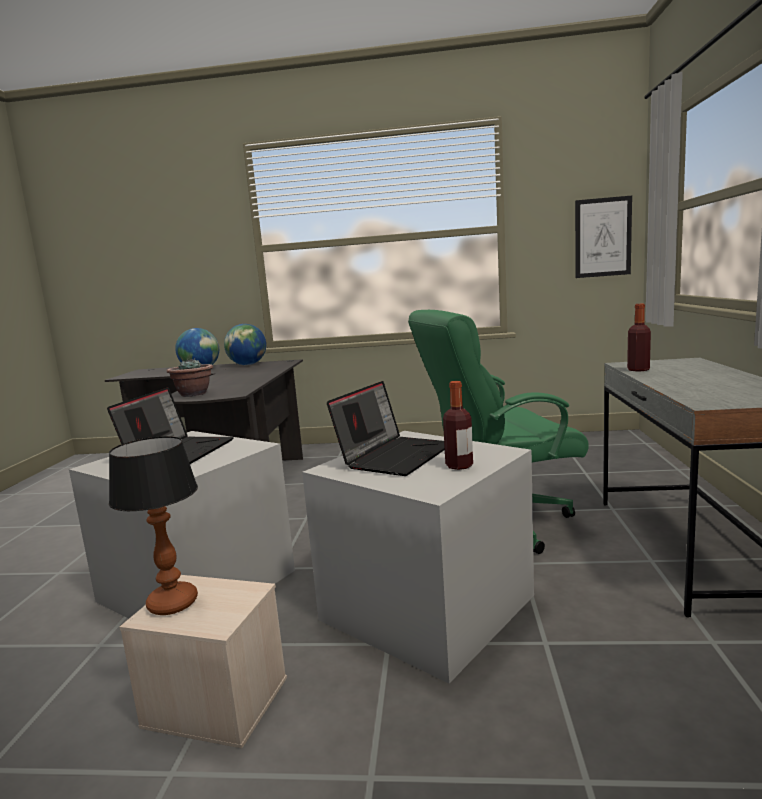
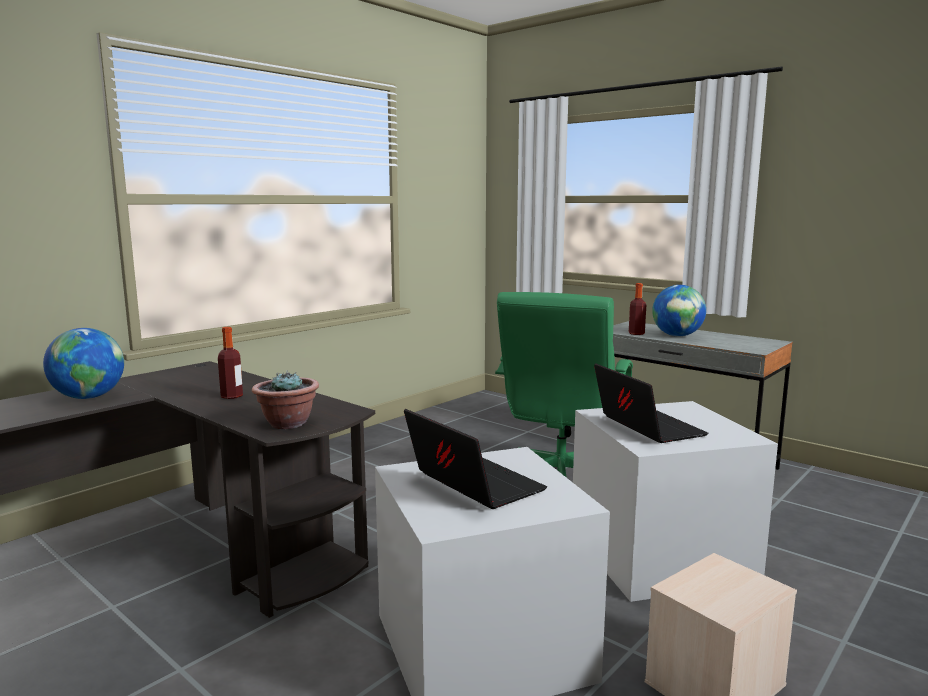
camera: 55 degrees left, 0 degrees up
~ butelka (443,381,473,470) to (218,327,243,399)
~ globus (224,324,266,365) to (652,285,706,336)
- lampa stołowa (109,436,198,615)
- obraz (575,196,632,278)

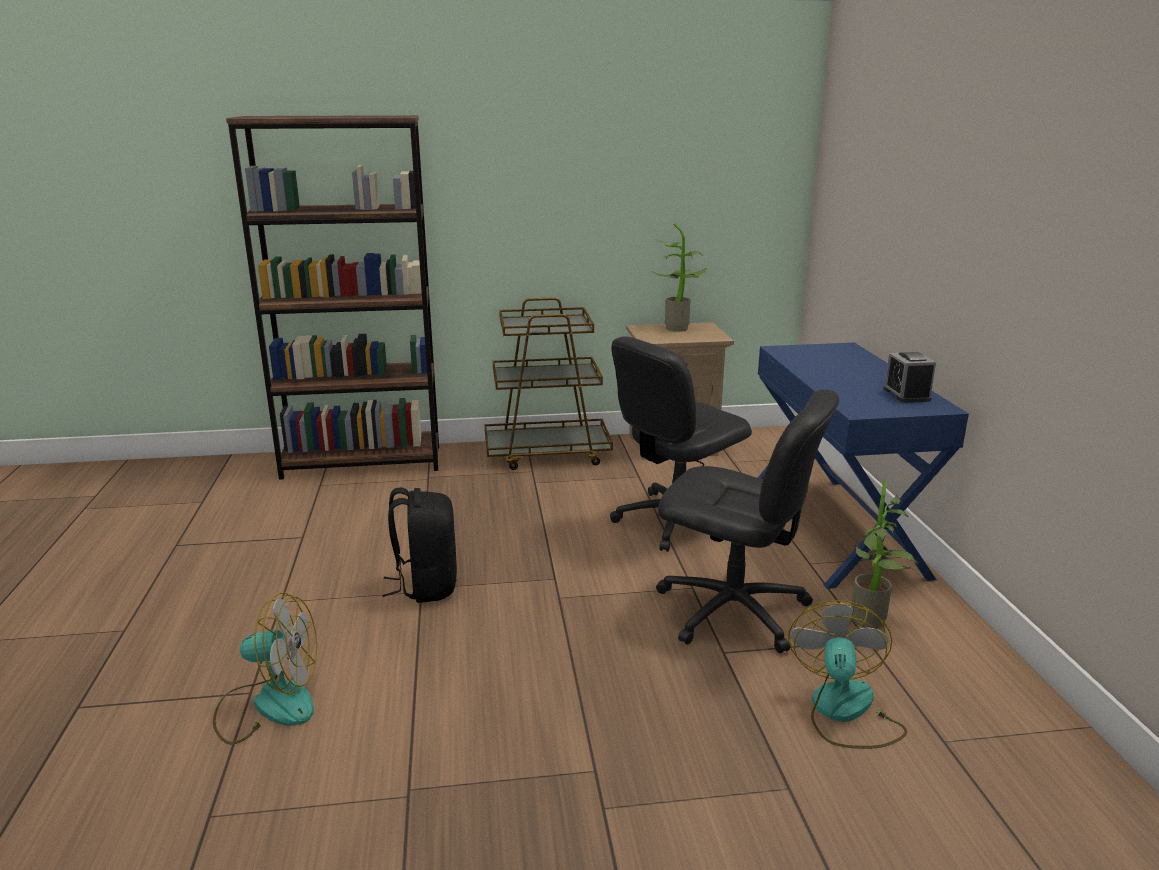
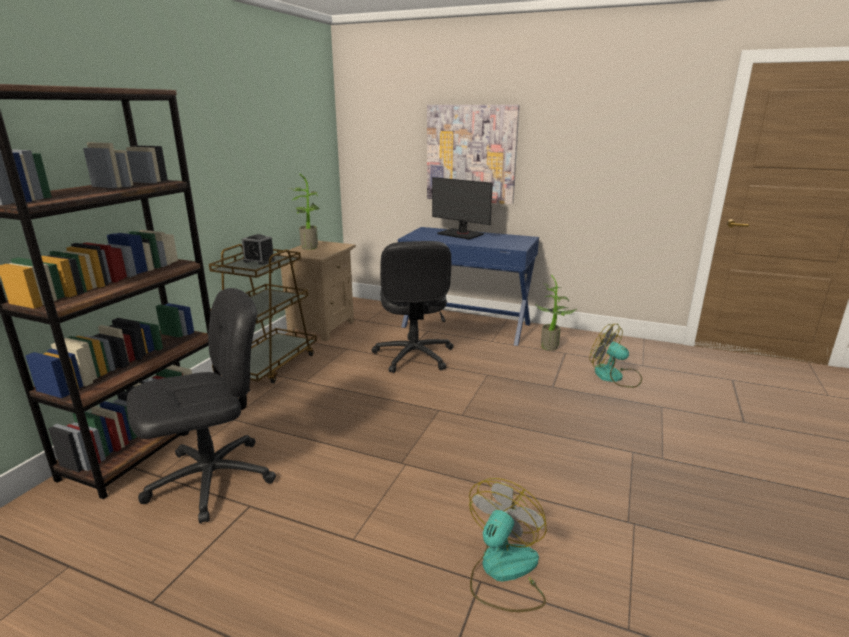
camera: 60 degrees left, 0 degrees up
~ krzesło biurowe (czarny) (656,389,839,653) to (127,288,276,523)
~ budzik (883,352,936,403) to (242,234,275,265)
+ obraz (427,105,520,204)
+ monitor (432,177,493,240)
- plecak (czarny) (382,487,457,603)

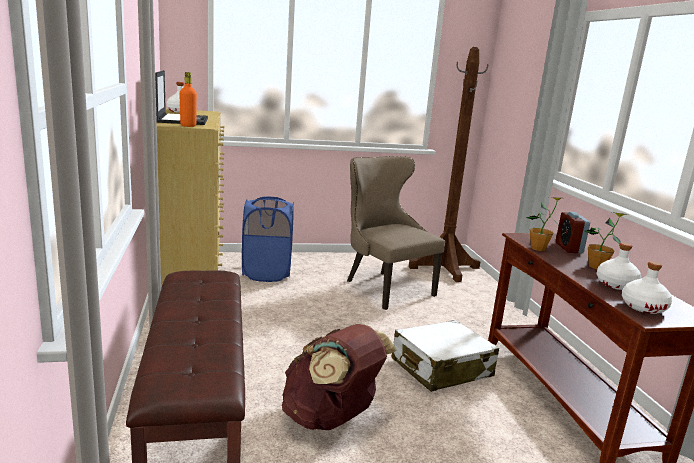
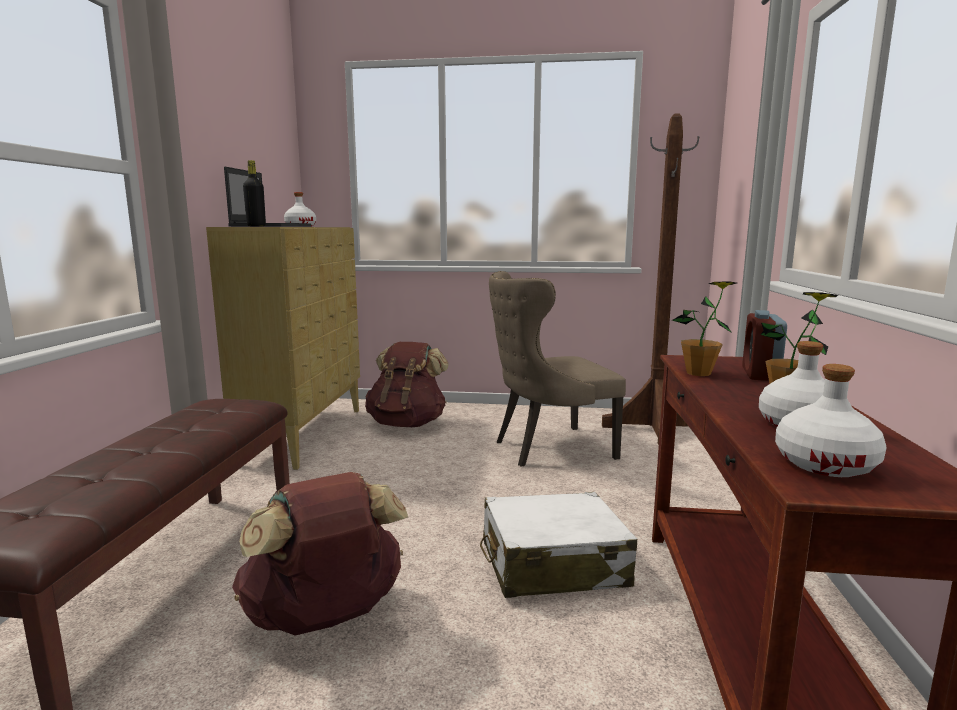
camera: 20 degrees right, 5 degrees down
~ butelka (pomarańczowy) (179,72,197,127) to butelka (czarny) (243,160,266,227)
~ kosz na pranie (niebieski) (242,197,294,282) to plecak (brązowy) (365,342,449,427)
~ krzesło (beżowy) (347,156,445,310) = (489,271,626,467) 90 degrees counterclockwise

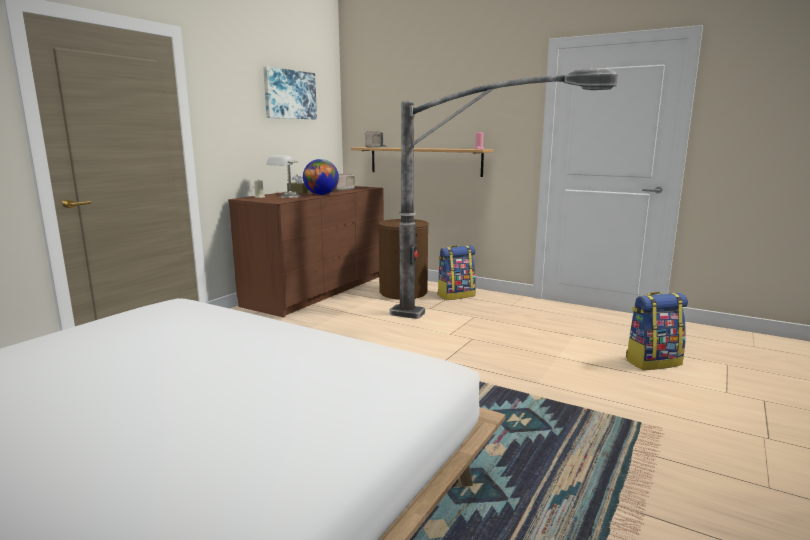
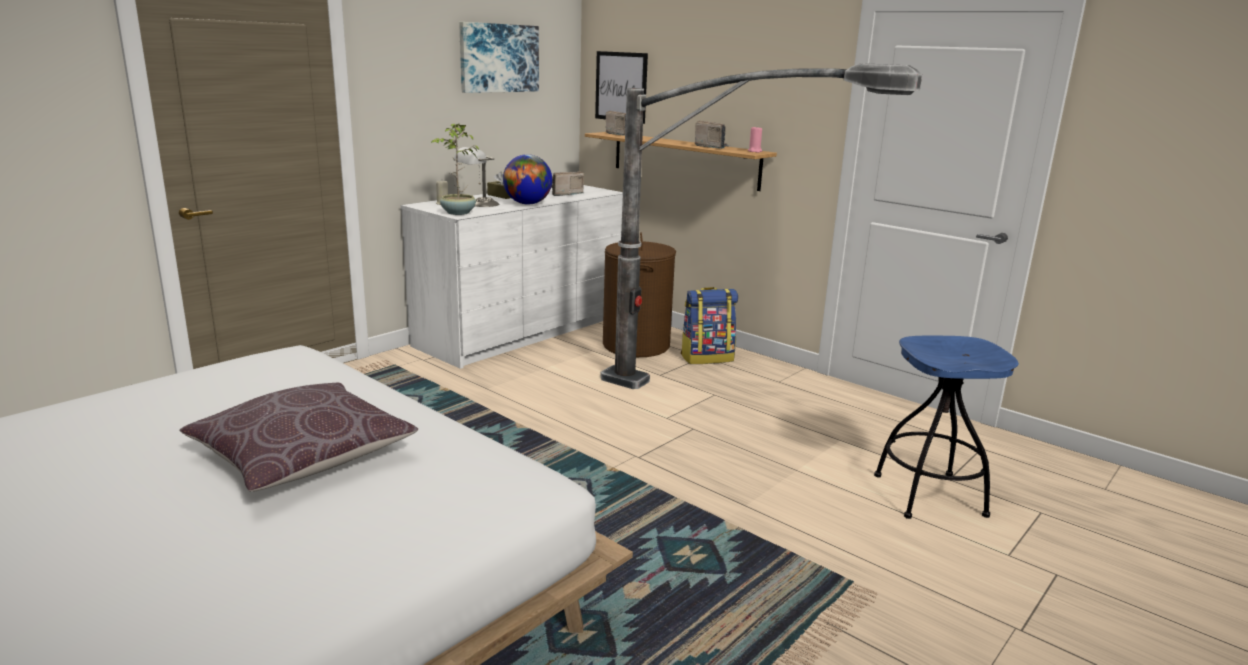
camera: 10 degrees right, 5 degrees up
+ poduszka (brązowy) (179,383,418,492)
~ komoda (brązowy) (228,186,384,318) to komoda (biały) (401,185,623,369)
+ roślina doniczkowa (431,124,479,215)
+ obraz (595,51,648,124)
+ radio (695,121,730,149)
~ plecak (626,292,688,370) to stołek (niebieski) (874,336,1019,519)

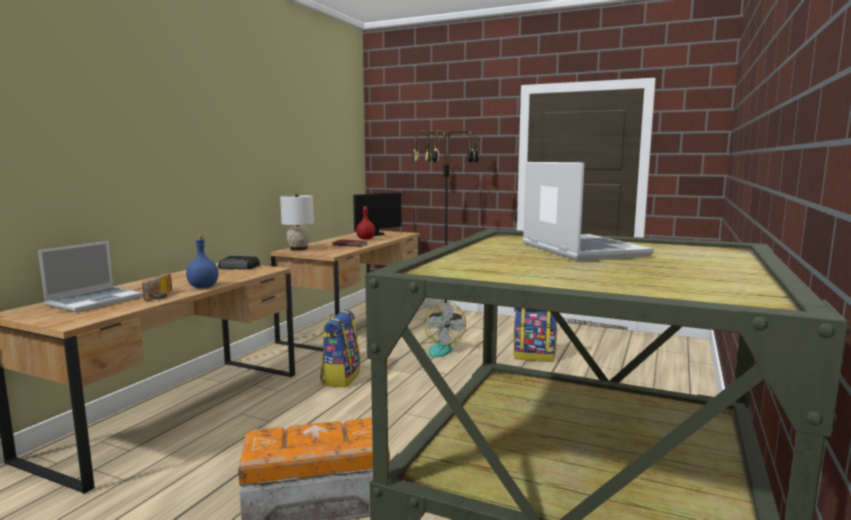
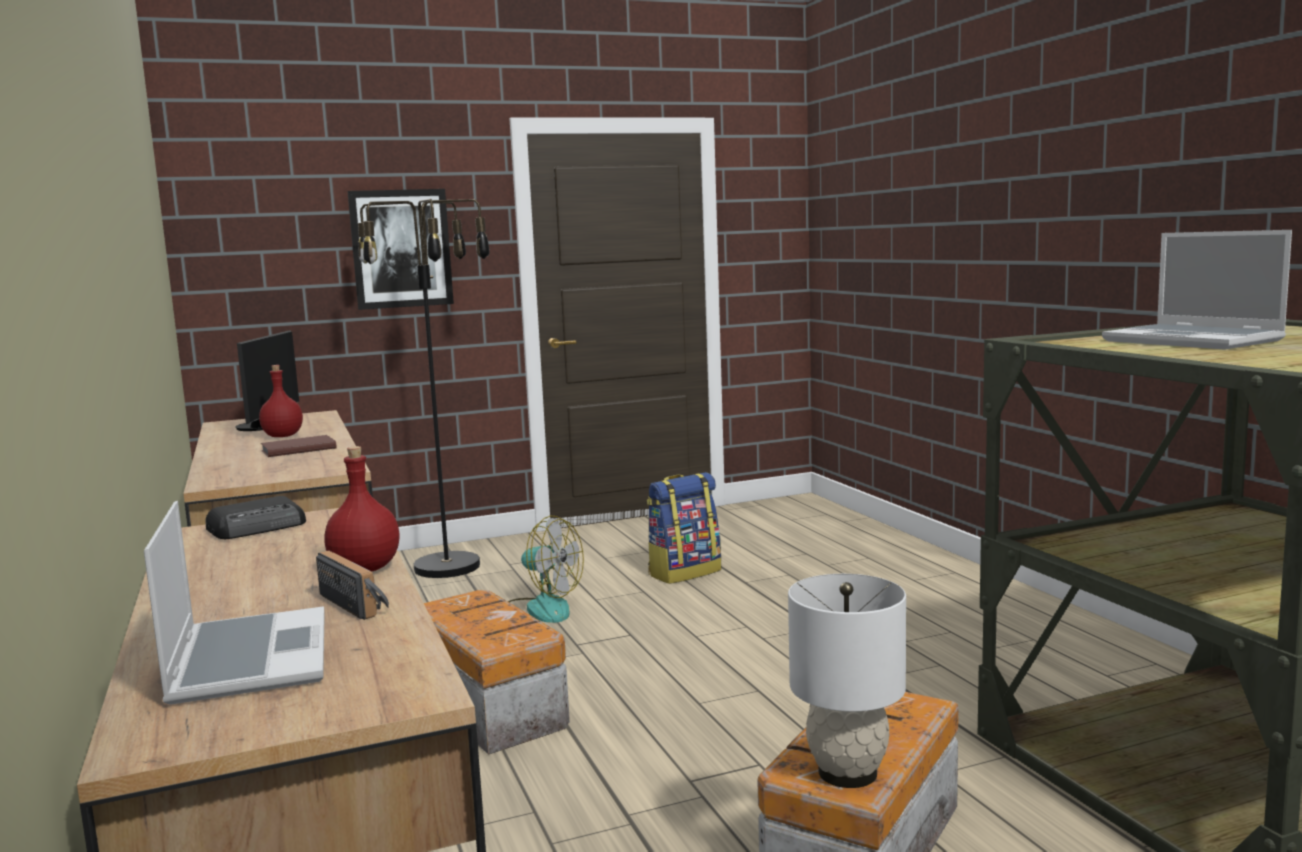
camera: 45 degrees left, 0 degrees up
~ butelka (niebieski) (186,235,219,288) to butelka (czerwony) (324,446,399,572)
+ obraz (347,189,454,310)
~ plecak (320,310,361,387) to pojemnik do przechowywania (424,590,570,754)
~ lampa stołowa (biały) (280,193,314,251) to (788,574,906,788)
~ laptop (522,162,654,261) = (1102,230,1292,350) 150 degrees counterclockwise

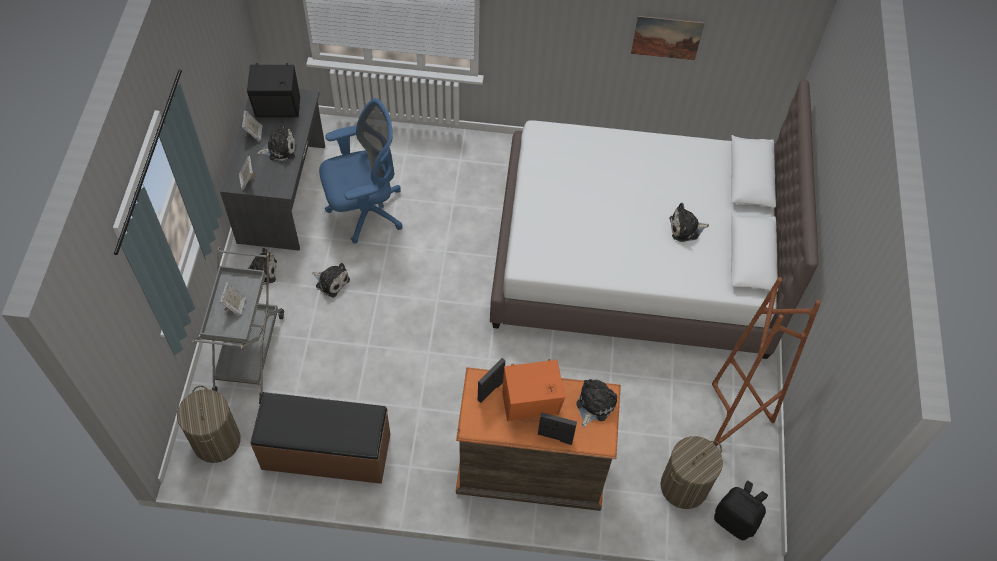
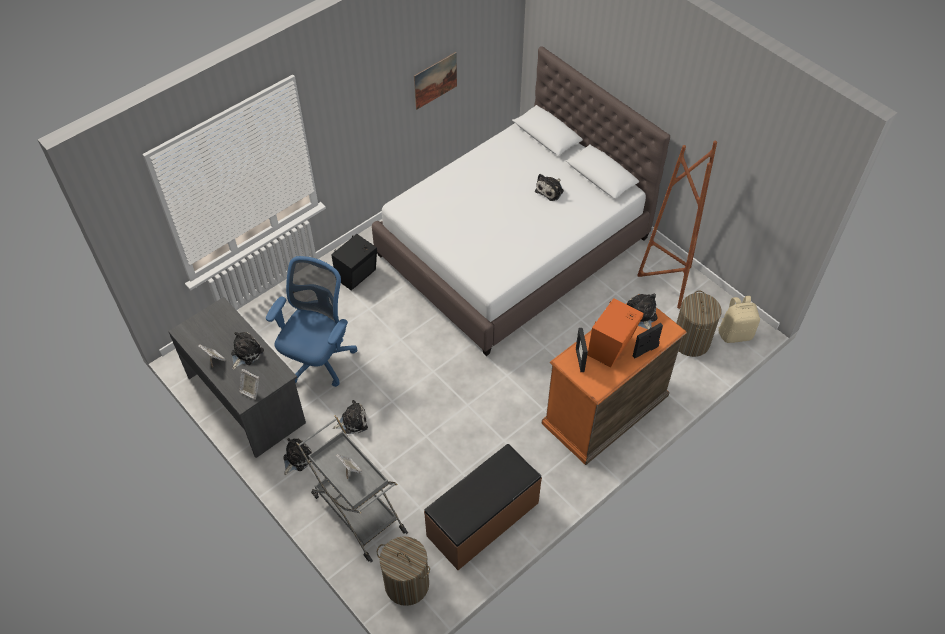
camera: 45 degrees left, 5 degrees down
~ głośnik (czarny) (247,63,300,117) to (331,234,377,290)
~ plecak (czarny) (714,480,768,540) to plecak (beżowy) (718,296,760,343)

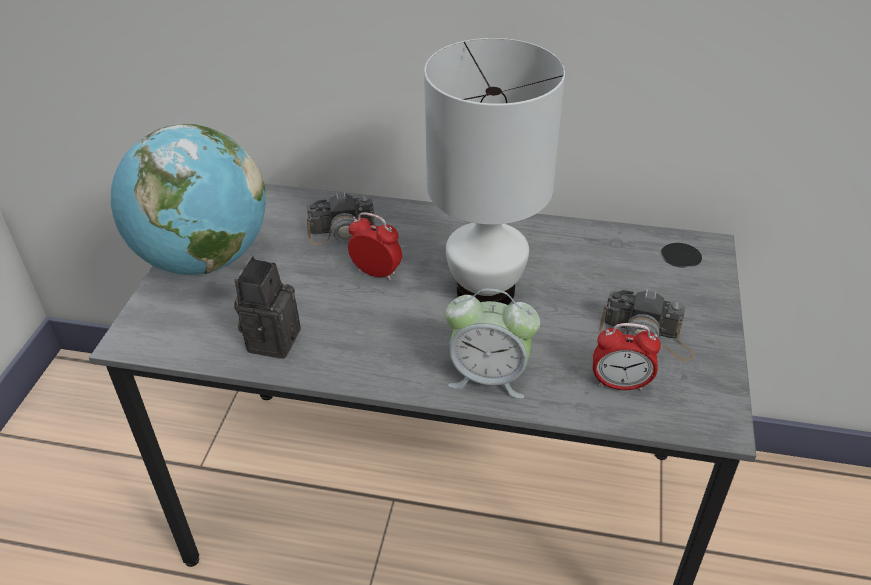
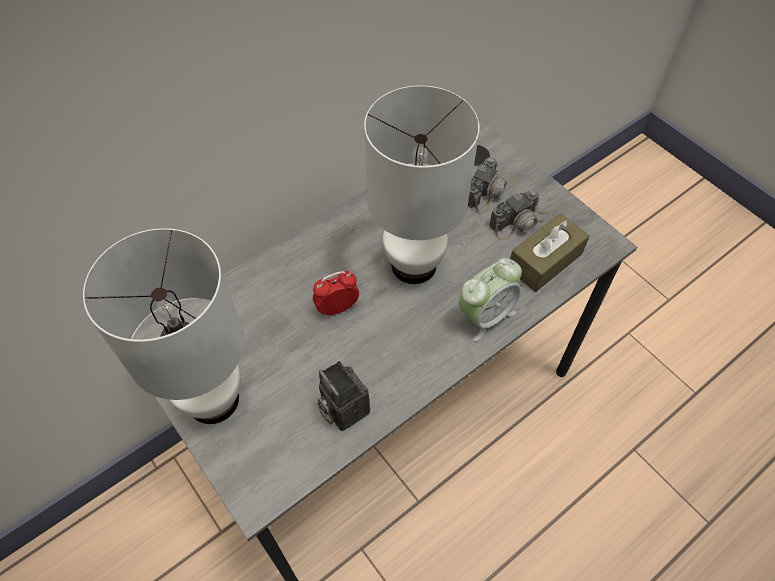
camera: 50 degrees left, 15 degrees up
~ globus (111,124,265,275) to lampa stołowa (biały) (83,228,244,424)
~ aparat fotograficzny (307,192,376,245) to (468,157,515,214)
~ budzik (593,323,661,391) to pudełko chusteczek (brązowy) (510,213,590,292)

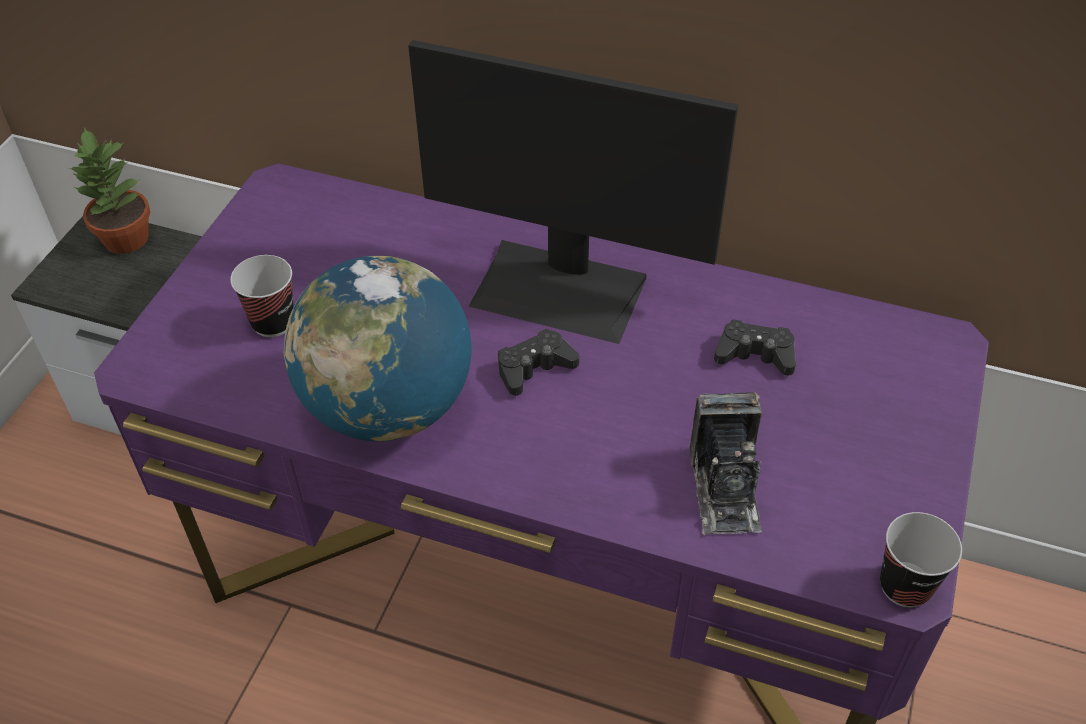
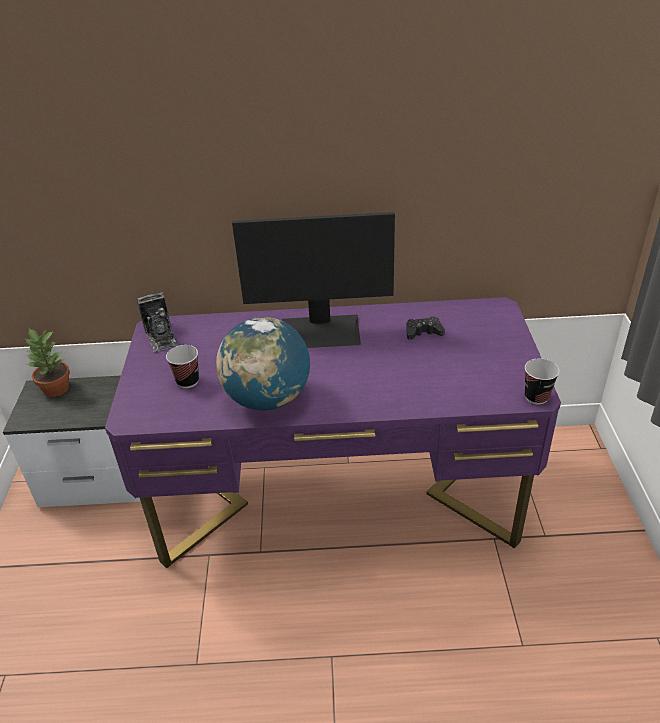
camera: 20 degrees left, 10 degrees down
~ aparat fotograficzny (689,392,762,535) to (137,292,178,352)
- pad do gier (czarny) (498,328,579,396)

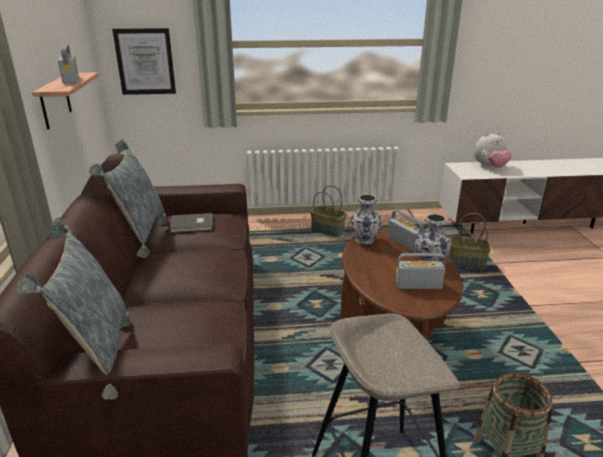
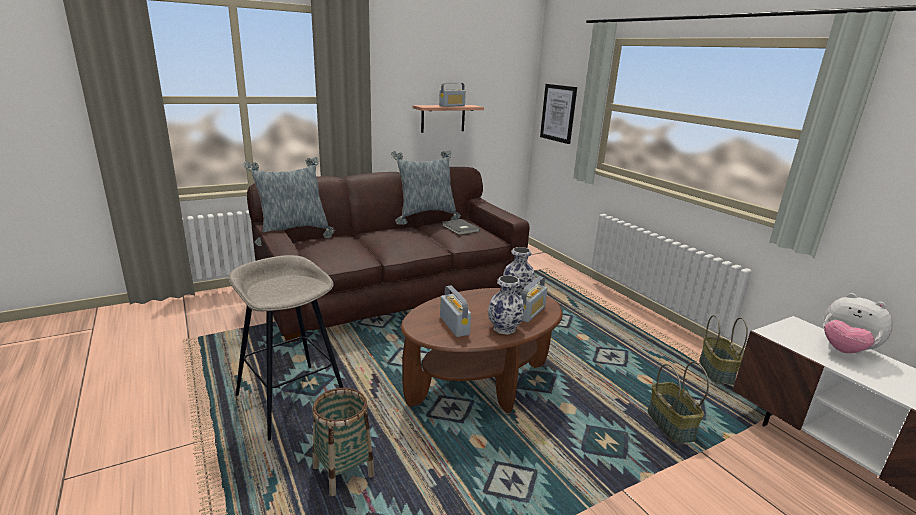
camera: 65 degrees right, 5 degrees down
~ koszyk (311,186,347,237) to (699,315,748,385)

